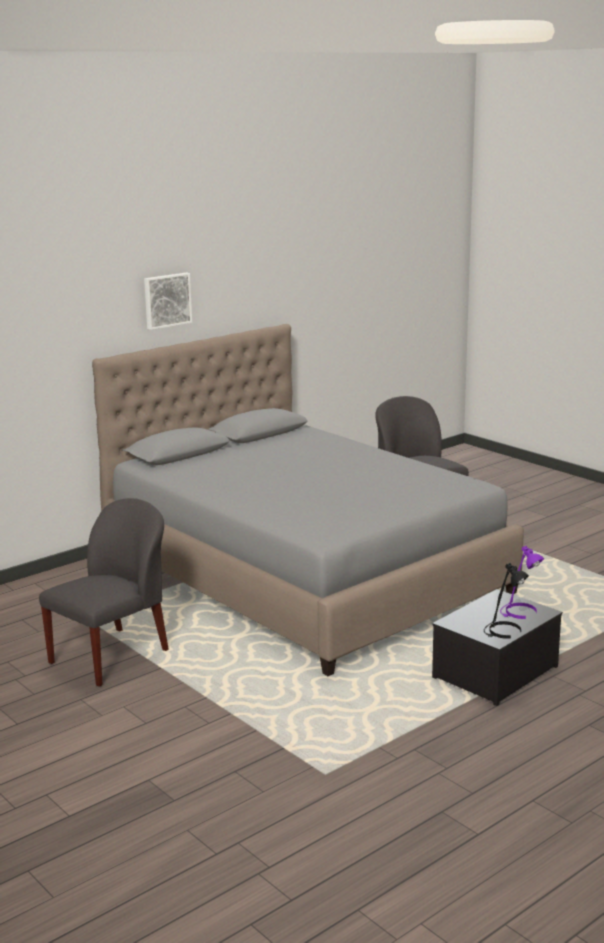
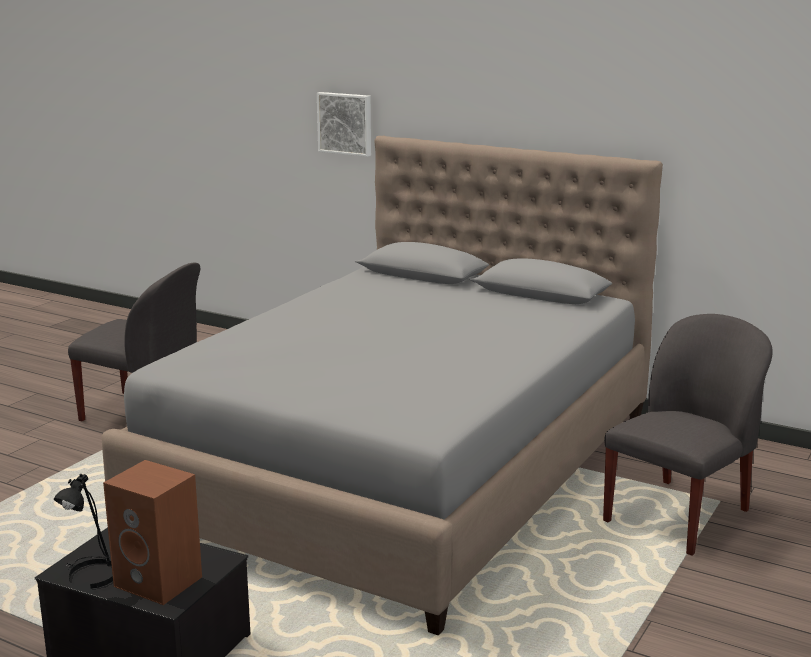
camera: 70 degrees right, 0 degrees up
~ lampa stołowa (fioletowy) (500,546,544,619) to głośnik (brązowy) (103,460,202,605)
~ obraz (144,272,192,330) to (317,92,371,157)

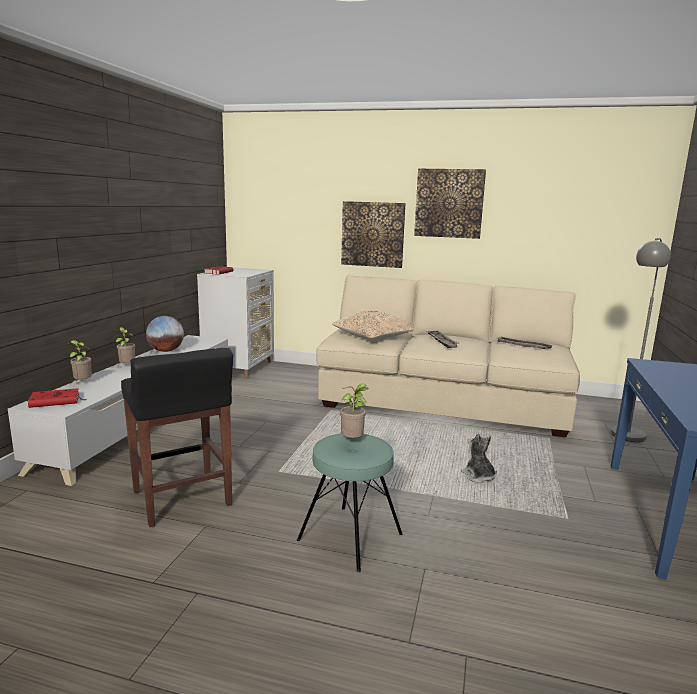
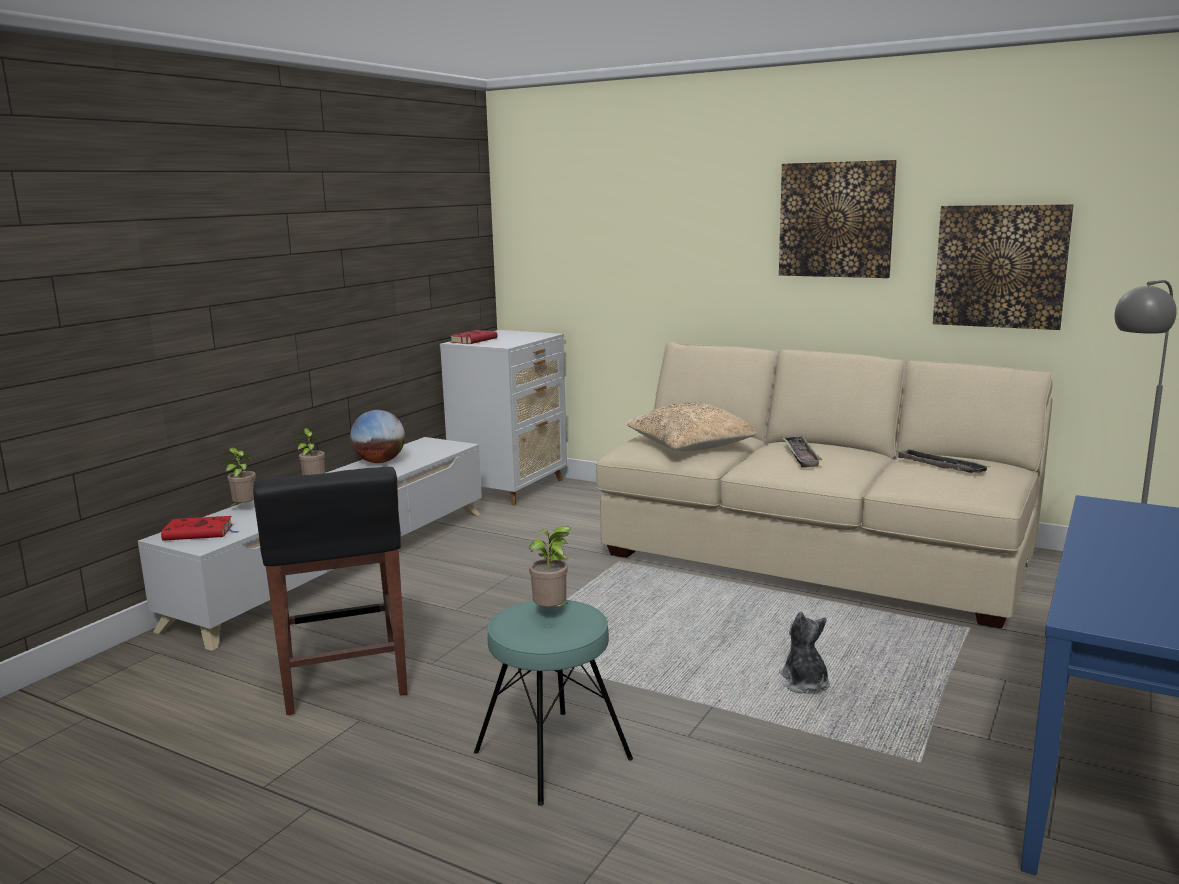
camera: 15 degrees right, 0 degrees up
~ obraz (341,201,406,268) to (933,204,1073,330)

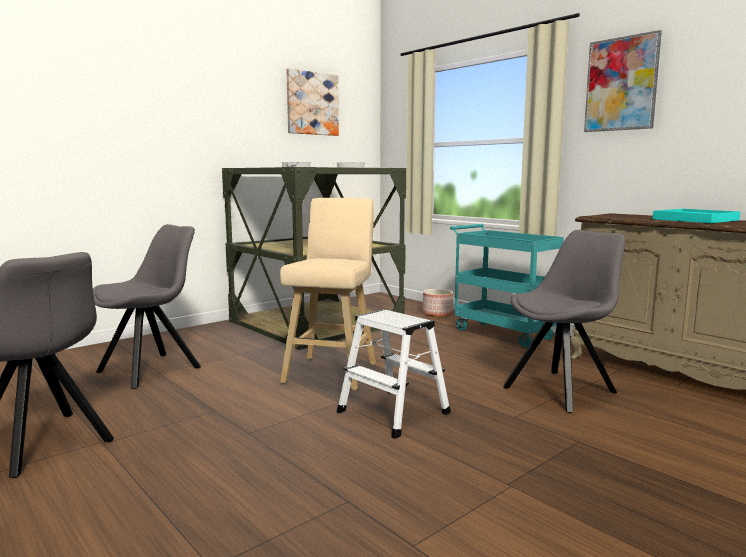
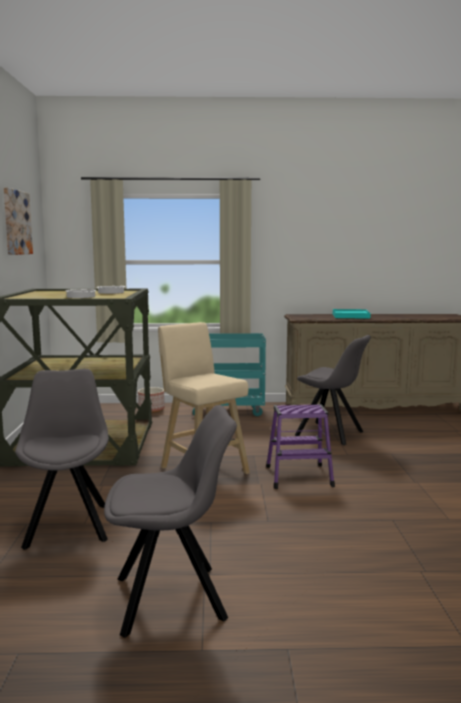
camera: 50 degrees left, 0 degrees up
~ drabinka (biały) (336,309,451,439) to drabinka (fioletowy) (266,404,335,489)
~ krzesło (szary) (503,230,625,413) = (295,335,371,445) 120 degrees clockwise
- obraz (584,30,662,132)

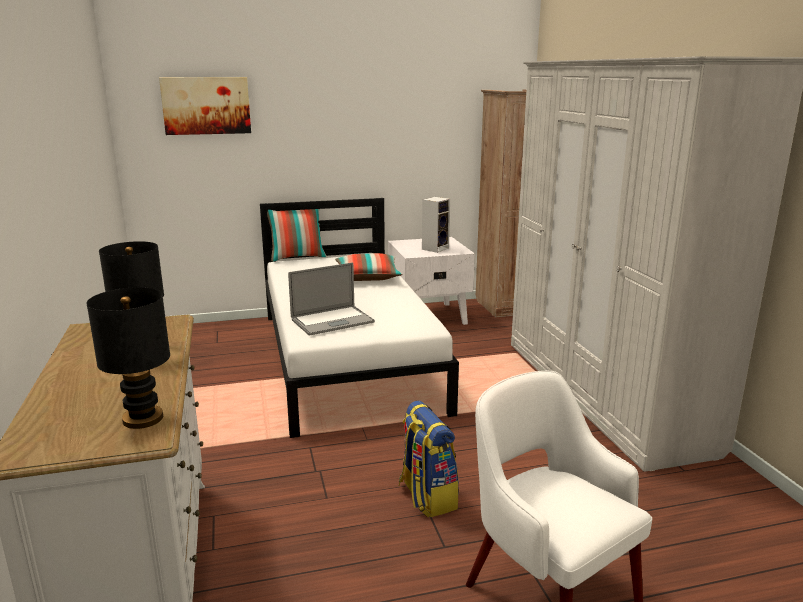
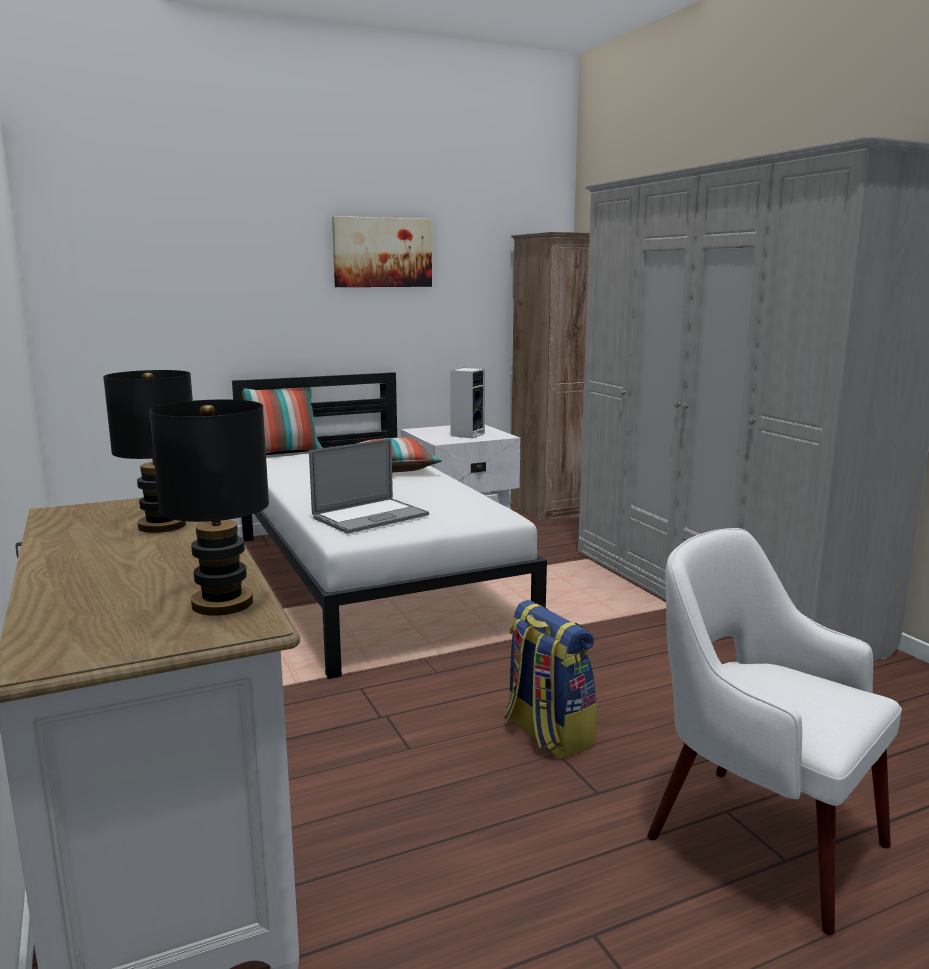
camera: 10 degrees left, 5 degrees down
~ obraz (159,77,251,135) to (332,216,432,287)

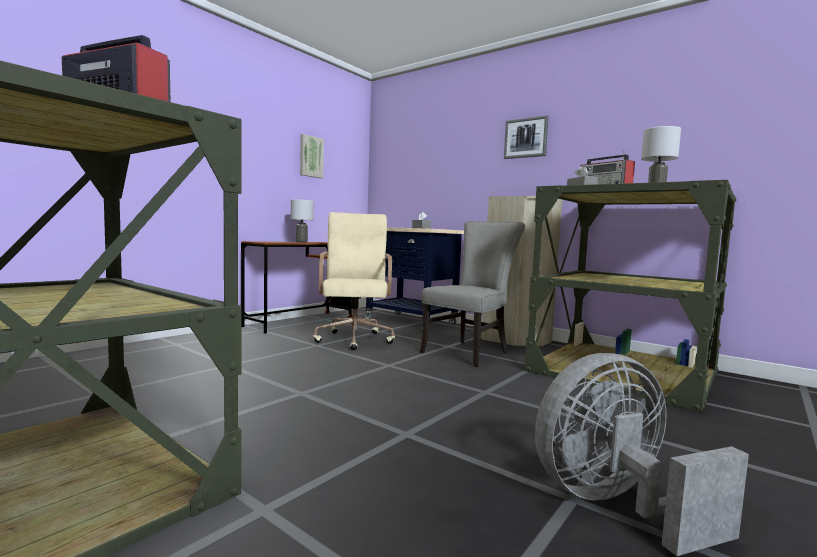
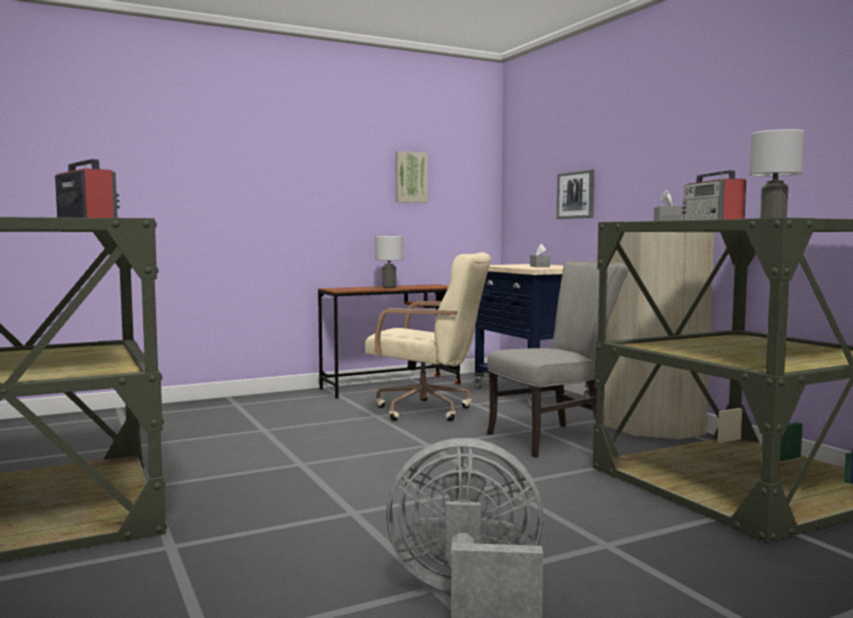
camera: 25 degrees right, 0 degrees up
~ krzesło biurowe (beżowy) (313,212,395,350) = (365,252,491,421) 90 degrees clockwise
~ obraz (504,115,549,159) to (557,169,594,219)

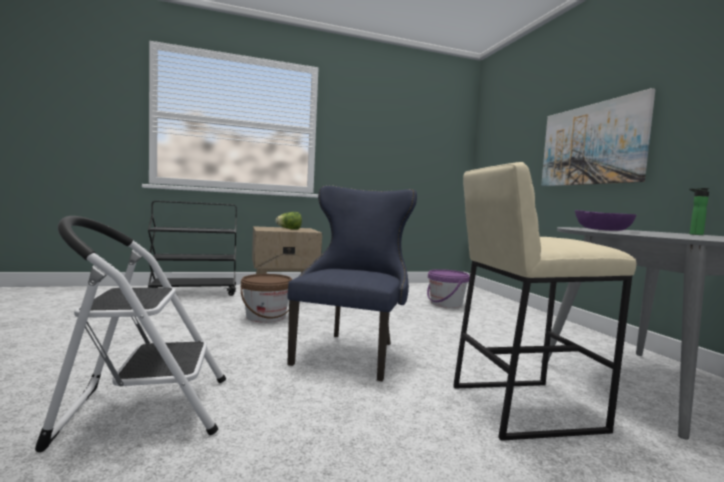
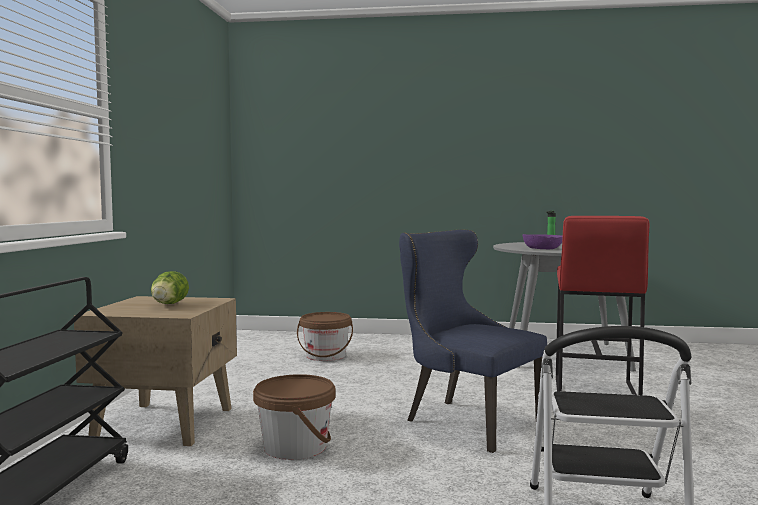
camera: 65 degrees left, 0 degrees up
~ wiadro (fioletowy) (427,269,470,308) to wiadro (brązowy) (297,312,353,361)
~ stołek (beżowy) (453,162,636,441) to stołek (czerwony) (556,216,649,395)
- obraz (541,88,655,186)

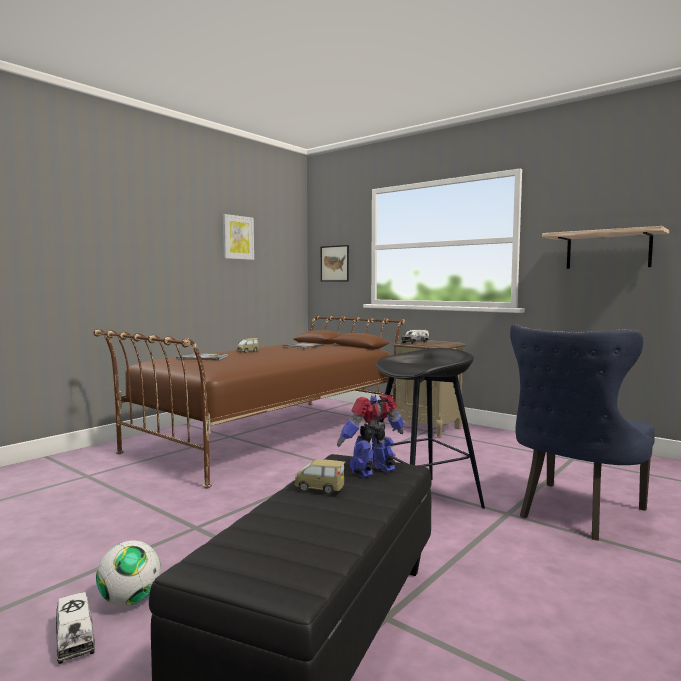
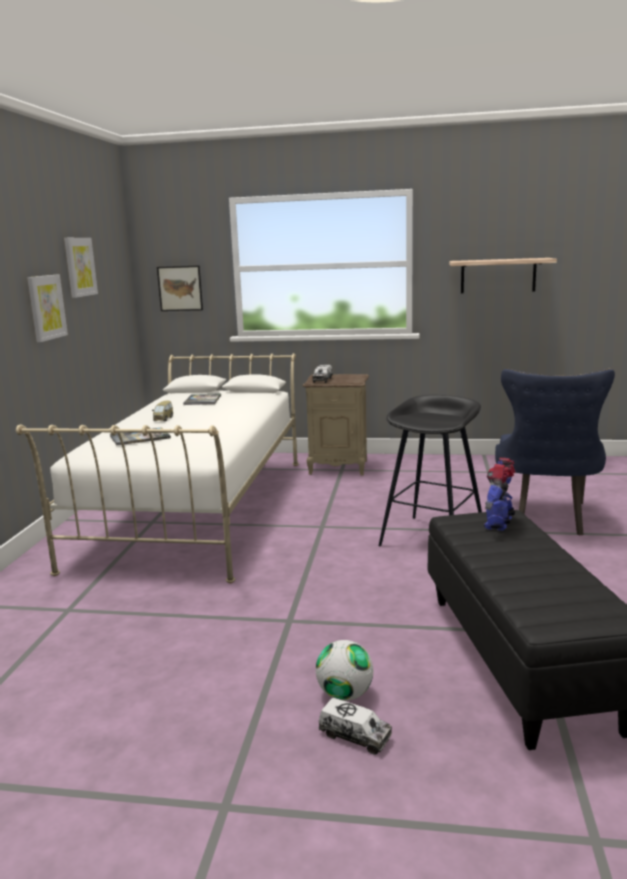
camera: 30 degrees left, 10 degrees up
~ łóżko (brązowy) (94,315,405,488) to łóżko (biały) (16,353,299,583)
+ obraz (27,274,68,342)
- samochodzik (294,459,345,494)

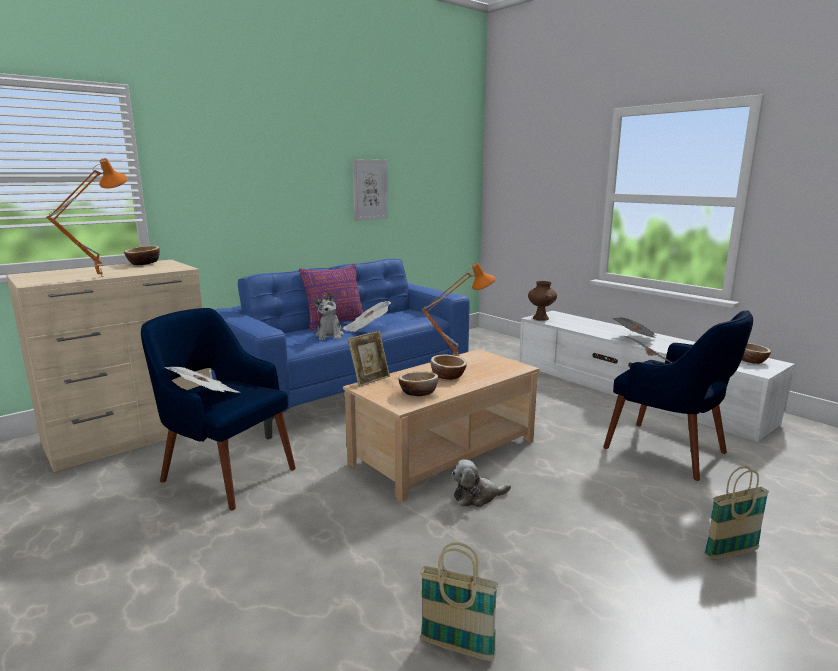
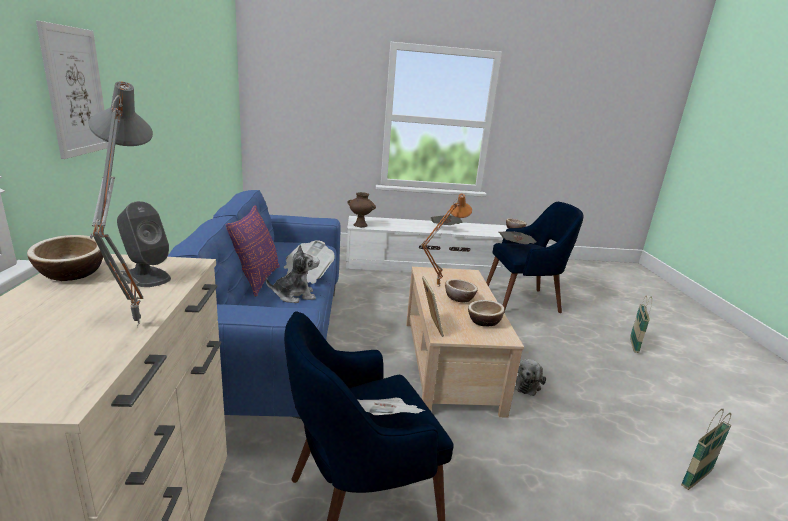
camera: 55 degrees left, 5 degrees up
~ obraz (352,159,388,221) to (36,21,108,159)
~ lampa stołowa (pomarańczowy) (46,158,128,278) to lampa stołowa (szary) (89,81,153,327)
+ głośnik (szary) (117,201,171,287)
~ pluszak (313,292,344,341) = (266,244,320,303) 45 degrees counterclockwise

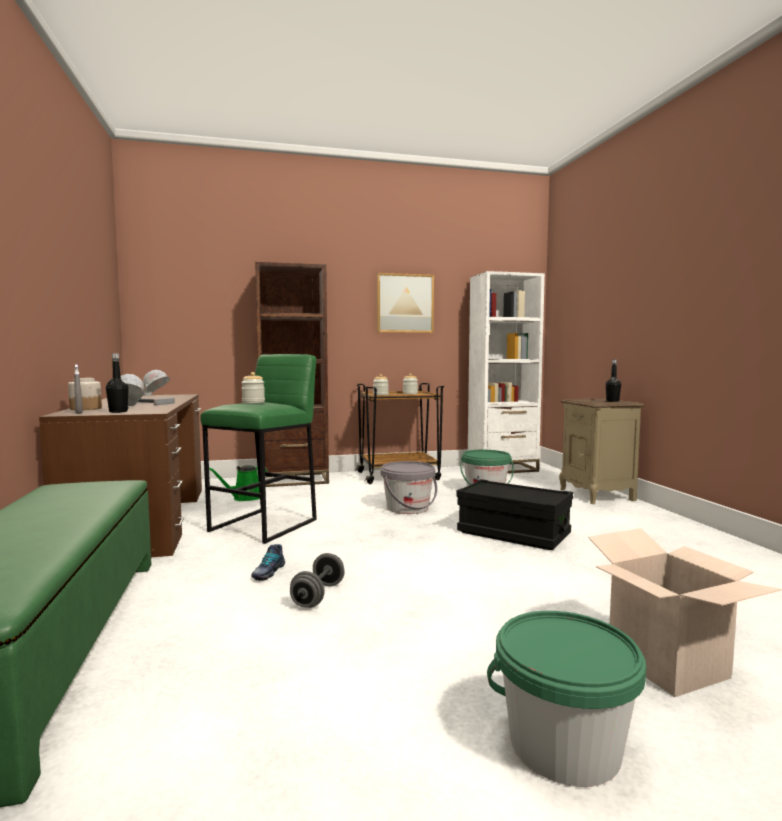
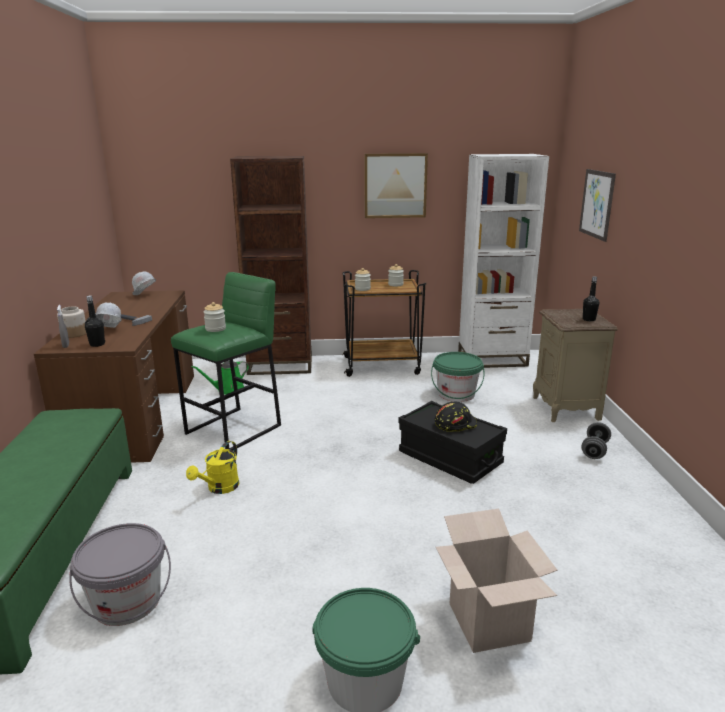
camera: 10 degrees right, 15 degrees up
~ wiadro (szary) (381,461,437,514) to (69,523,171,626)
~ but (251,544,285,581) to konewka (żółty) (186,441,239,494)
+ kask (czarny) (435,402,477,432)
+ obraz (579,169,616,242)
~ hantel (szary) (290,553,345,608) to (581,422,611,459)

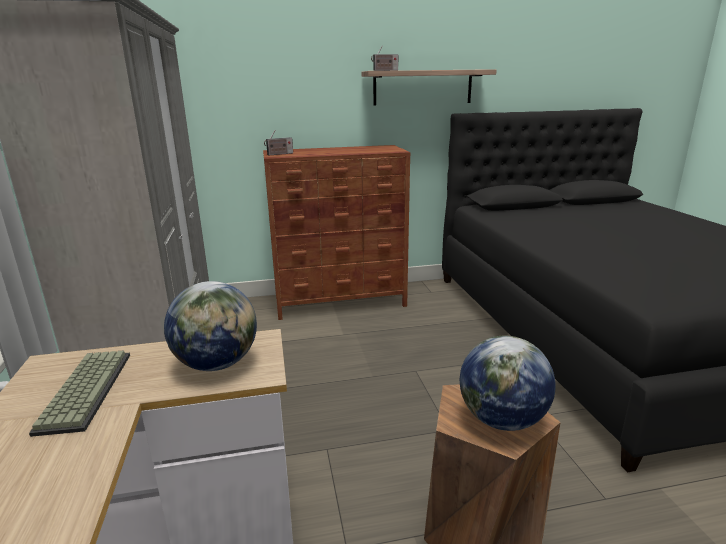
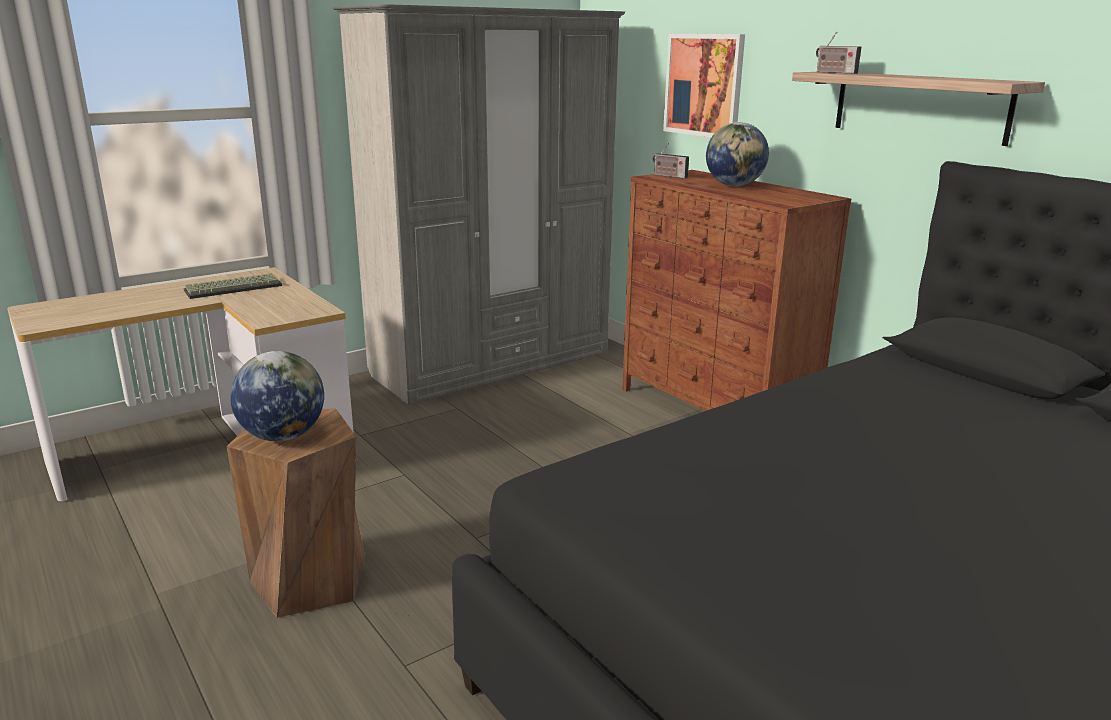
camera: 65 degrees right, 0 degrees up
+ obraz (663,34,745,138)
~ globus (164,281,257,371) to (706,122,769,186)

